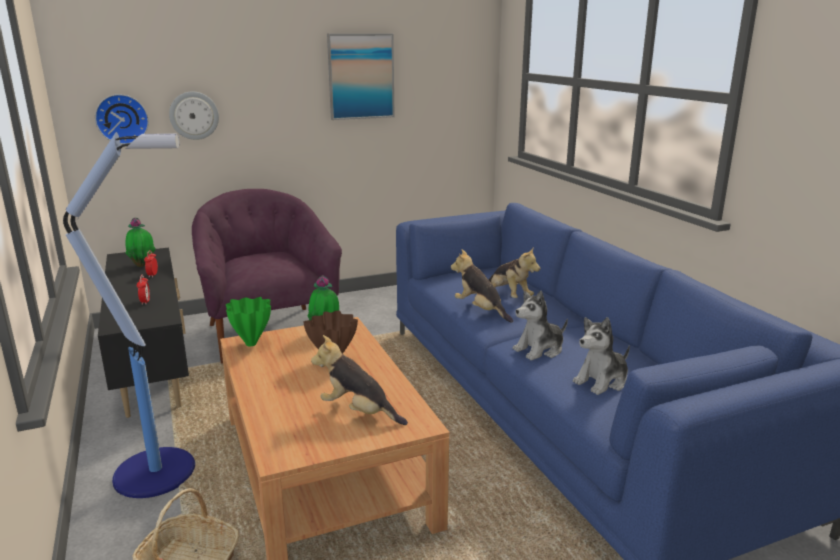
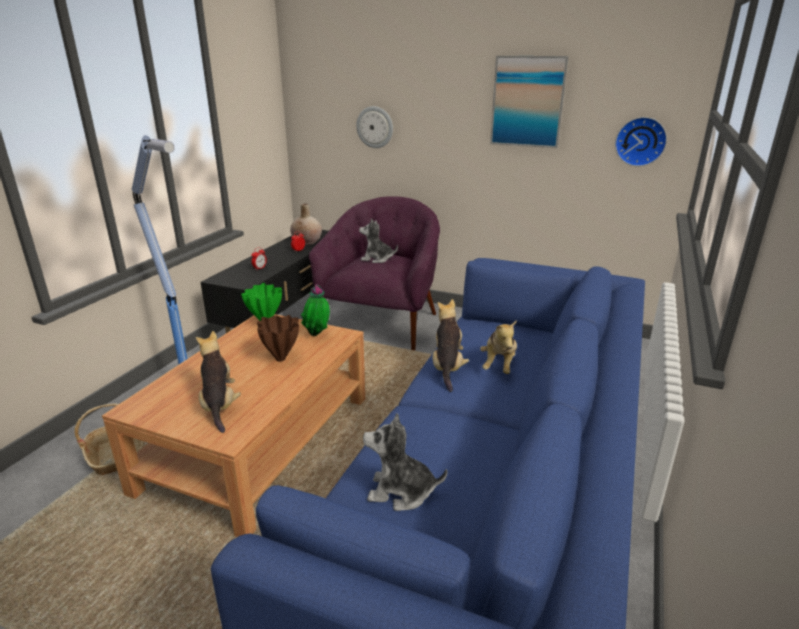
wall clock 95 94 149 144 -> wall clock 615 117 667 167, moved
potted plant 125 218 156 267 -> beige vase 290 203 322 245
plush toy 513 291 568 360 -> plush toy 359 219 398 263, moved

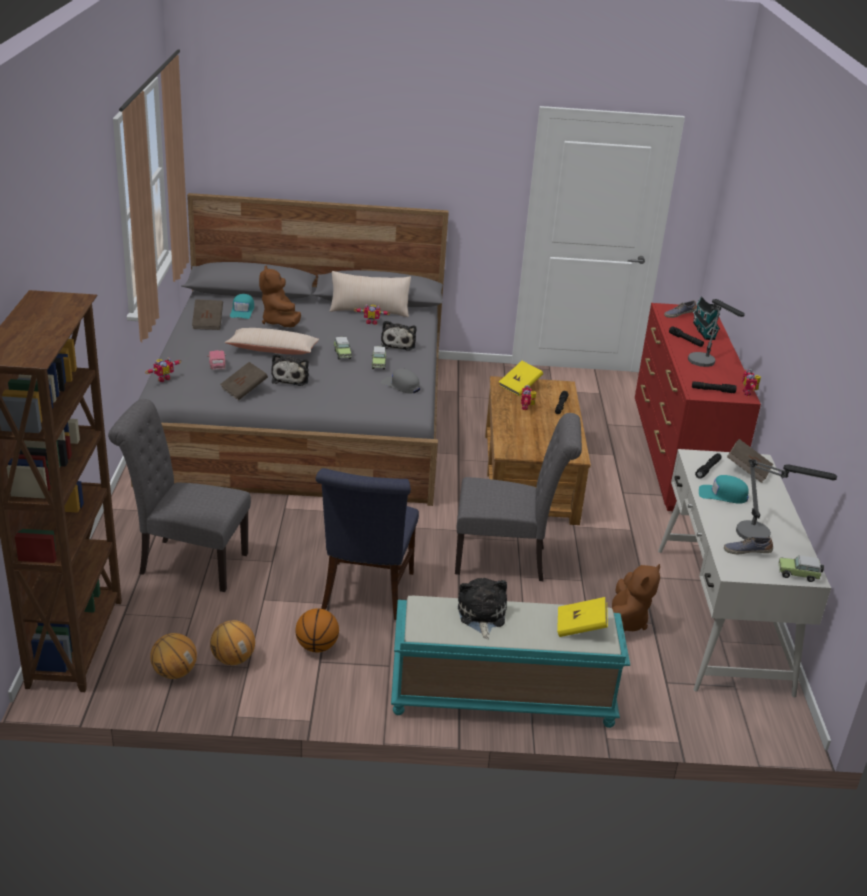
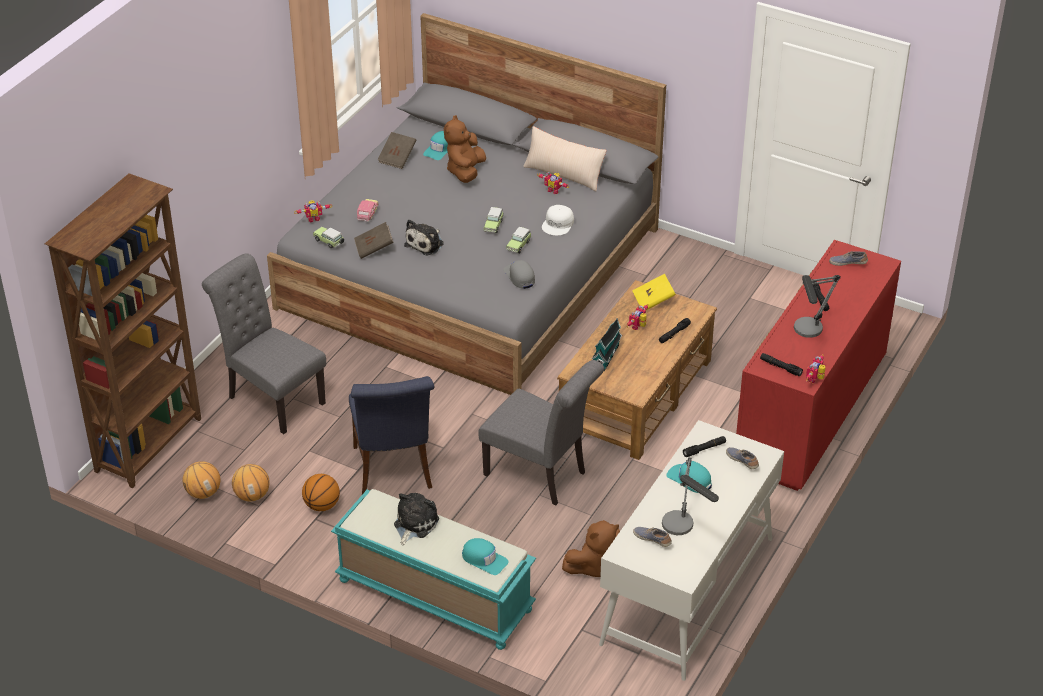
toy house 693 296 720 340 -> toy house 592 318 622 371, moved
plush toy 381 320 417 351 -> white cap 542 205 574 235
beige pillow 225 328 319 354 -> none
brown book 727 439 773 483 -> shoe 726 447 759 469
blue chair 316 468 419 620 -> blue chair 349 376 435 494, 45 degrees counterclockwise
toy car 778 555 824 582 -> toy car 313 227 344 248, moved
yellow book 557 597 608 637 -> turquoise cap 462 538 509 575

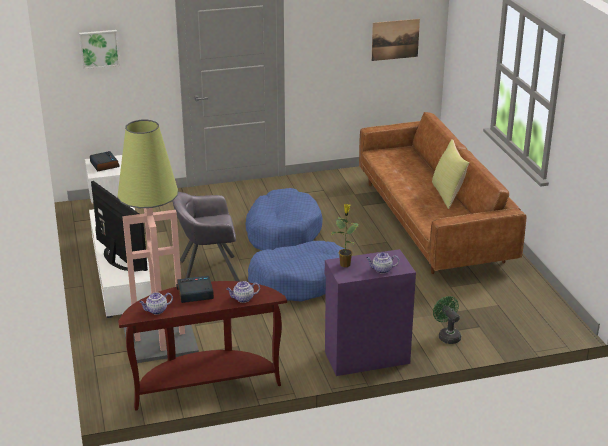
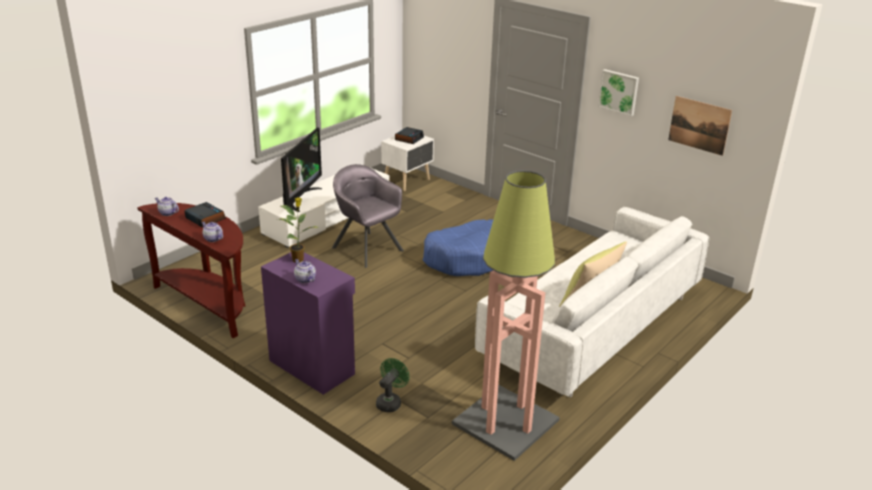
picture 79 30 120 69 -> picture 598 69 639 116, moved
brown sofa 359 112 526 274 -> white sofa 475 207 709 397
floor lamp 117 119 199 363 -> floor lamp 452 170 560 461, moved
blue dog bed 248 241 345 302 -> none

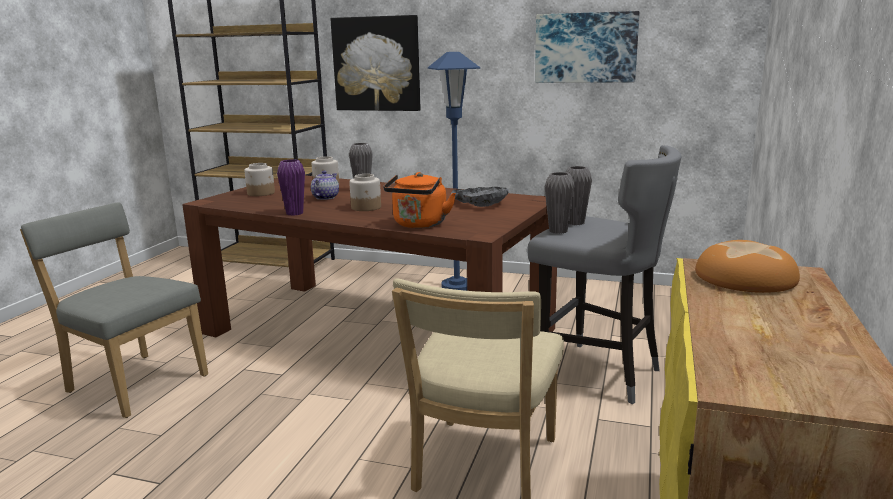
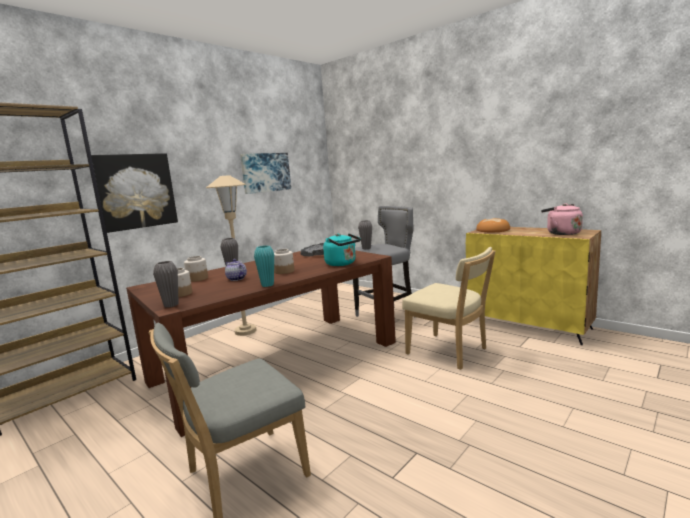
blue floor lamp 428 52 480 291 -> beige floor lamp 206 175 256 336
purple vase 277 159 305 216 -> turquoise vase 254 246 274 287
orange kettle 383 172 456 228 -> turquoise kettle 323 233 361 266
grey vase 545 172 575 234 -> grey vase 153 261 179 307, moved
none -> pink kettle 541 203 583 235

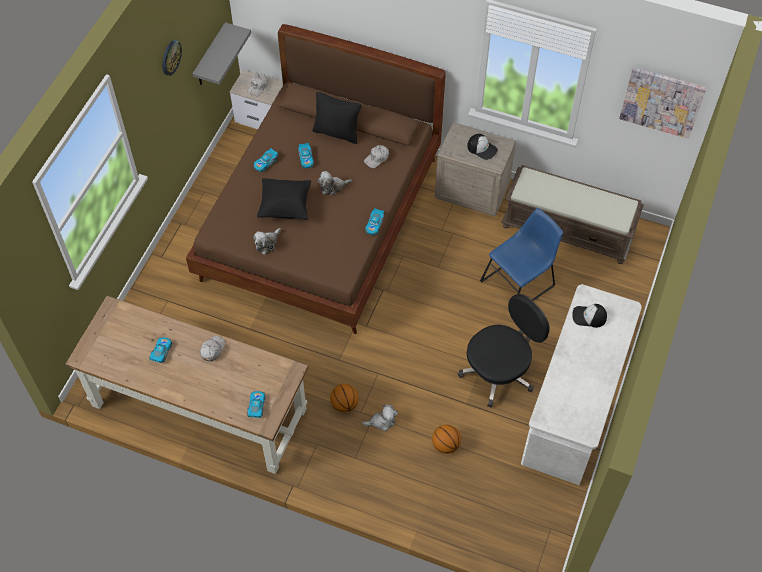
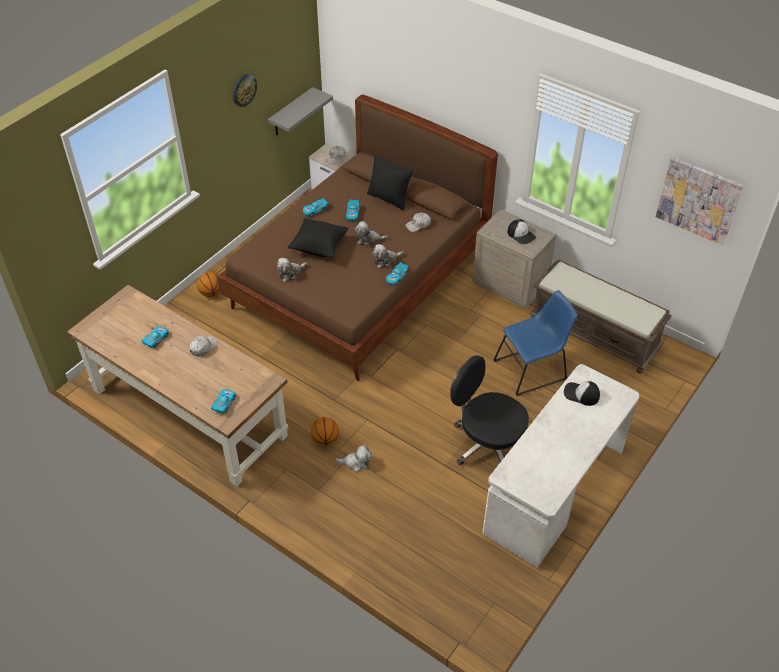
black office chair 458 294 550 408 -> black office chair 450 355 529 466, 120 degrees counterclockwise
basketball 432 425 461 454 -> basketball 197 272 220 297, moved
none -> plush toy 373 244 404 269

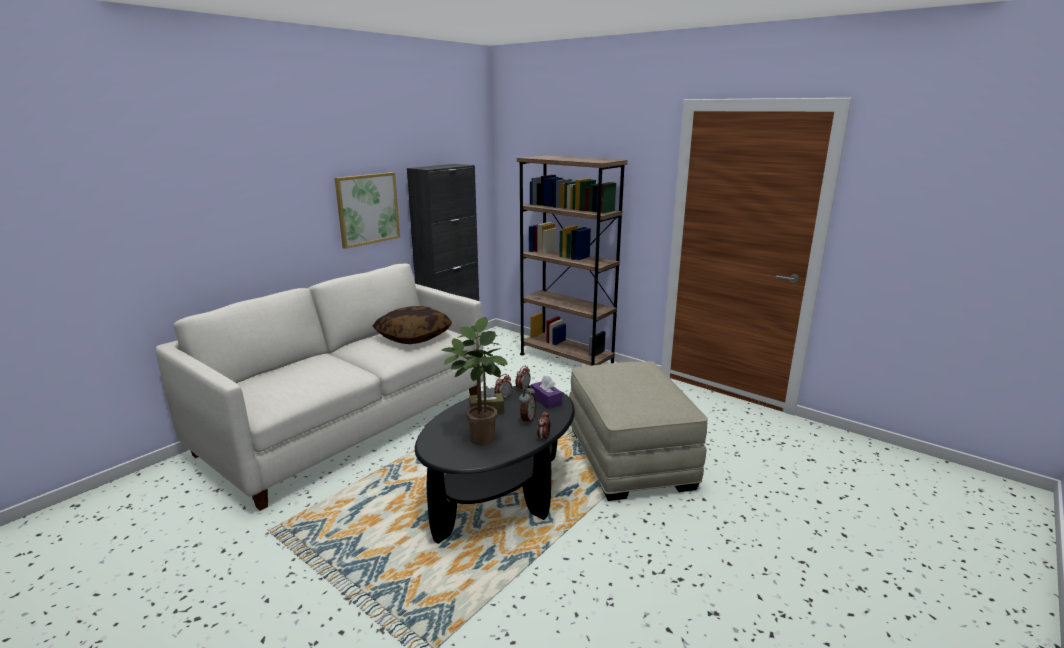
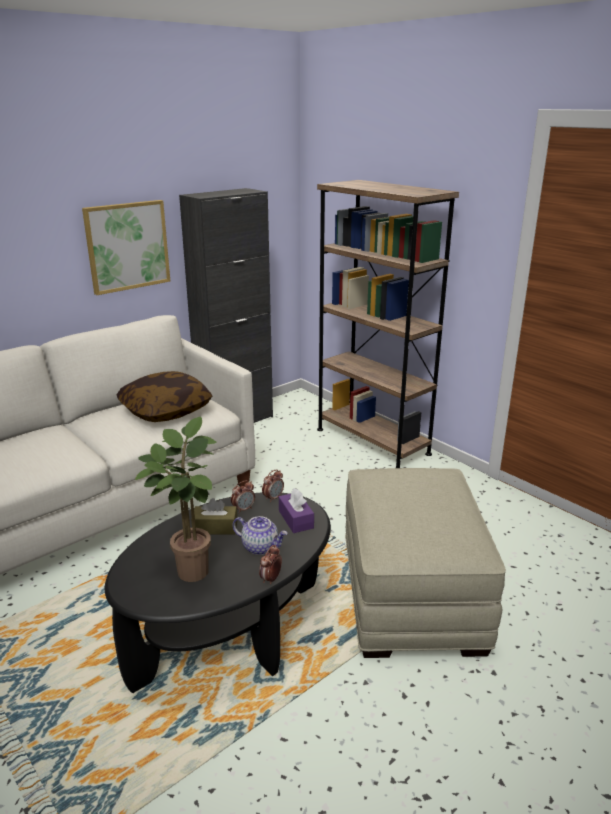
alarm clock 519 386 536 424 -> teapot 233 516 288 555

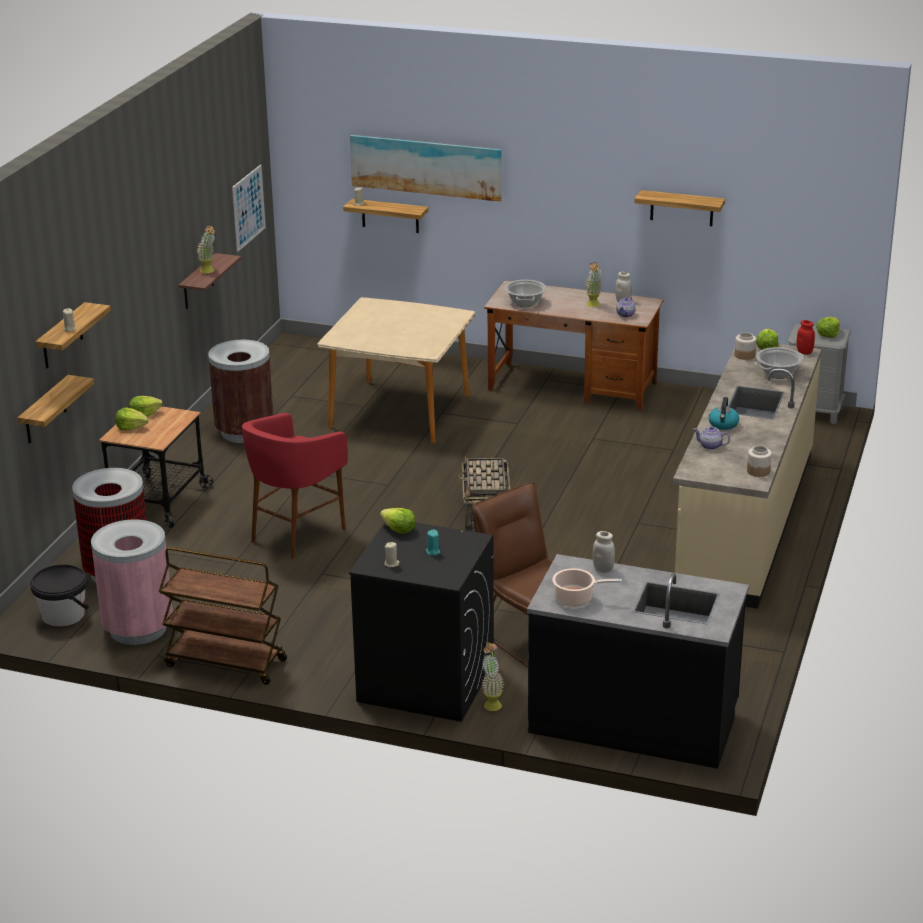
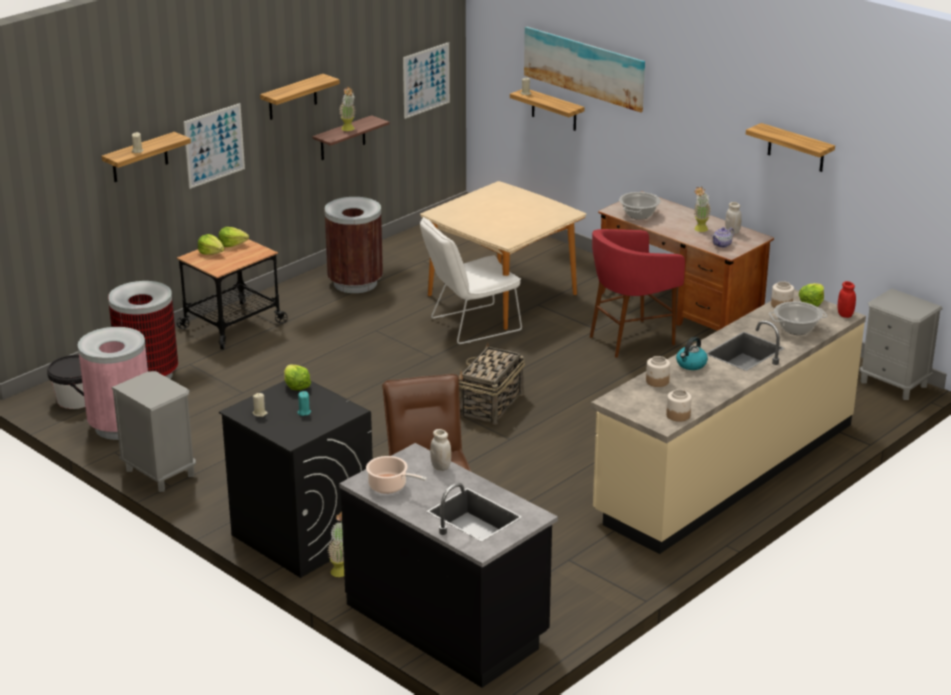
lettuce 816 317 839 338 -> none
shelf 18 375 94 444 -> shelf 260 74 340 120, moved
red stool 242 413 348 559 -> red stool 590 229 685 358, moved
teapot 693 426 730 450 -> jar 646 356 670 387
brown cart 159 547 287 685 -> grey nightstand 111 371 196 492
none -> picture 183 103 245 189
none -> white chair 420 217 522 344

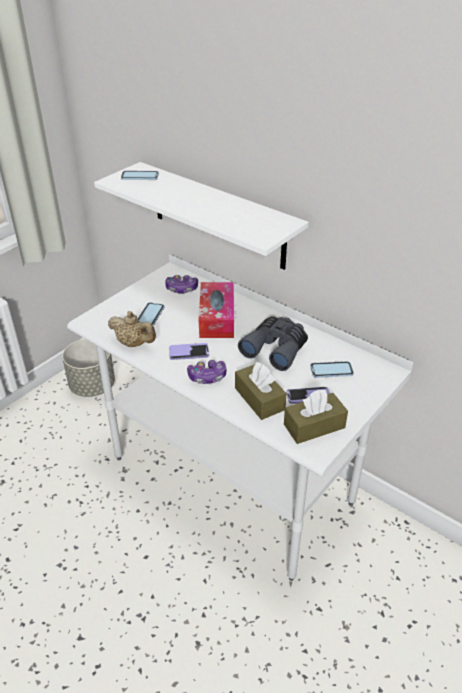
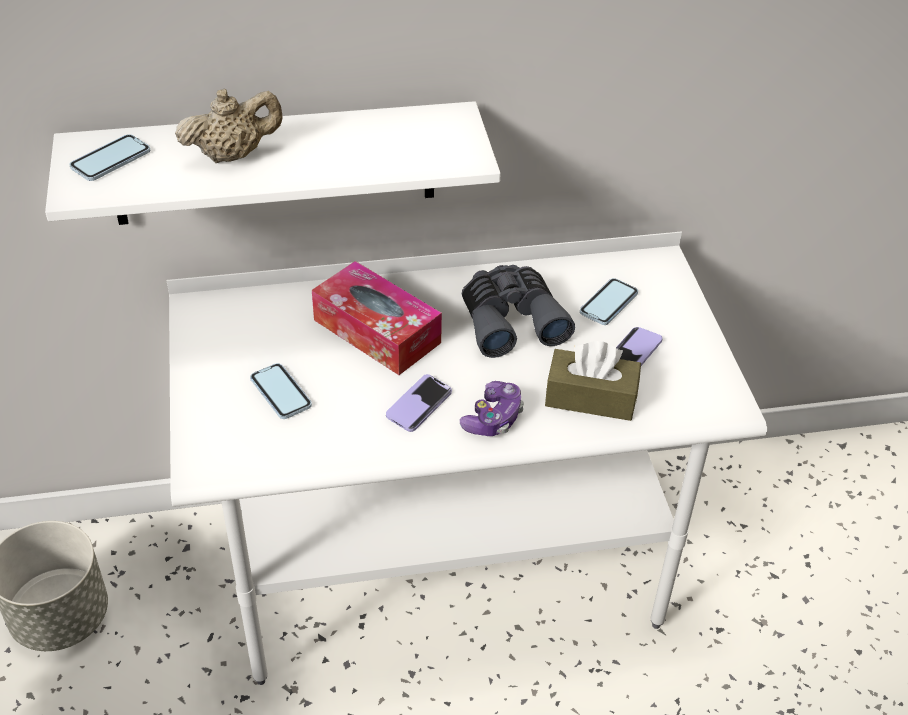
game controller 165 275 198 293 -> none
beige teapot 108 311 156 347 -> beige teapot 175 89 283 163, moved
brown tissue box 284 390 348 444 -> none

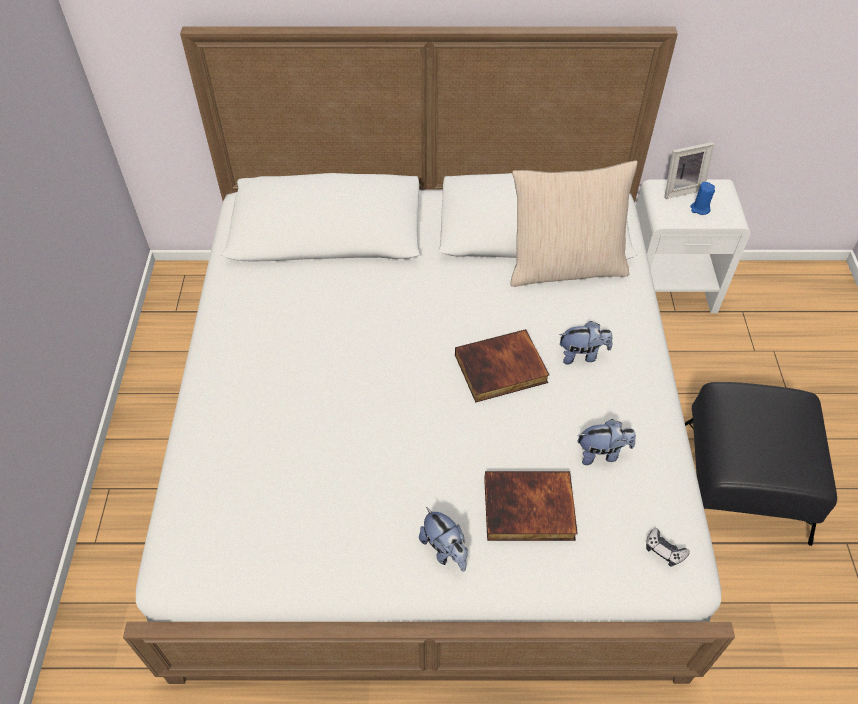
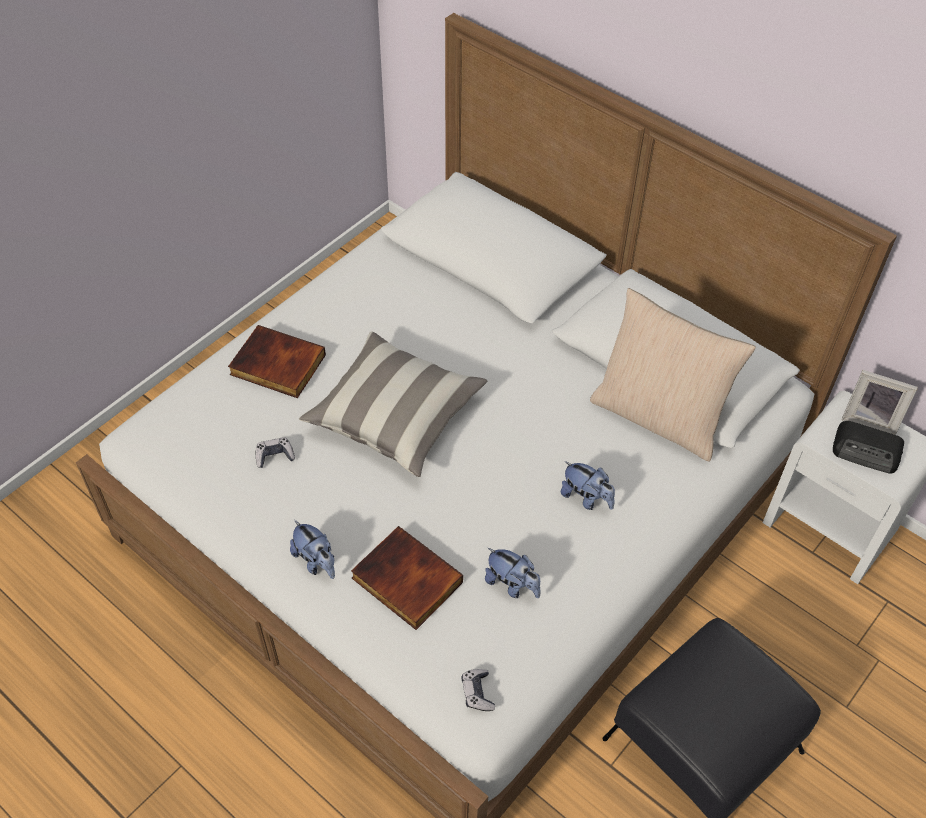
blue candle 690 182 715 215 -> radio 833 421 904 474
book 455 329 549 403 -> book 228 325 326 398, moved
plush toy 419 507 468 572 -> plush toy 290 520 335 579, 45 degrees counterclockwise
none -> pillow 299 331 487 477
none -> game controller 256 437 295 468

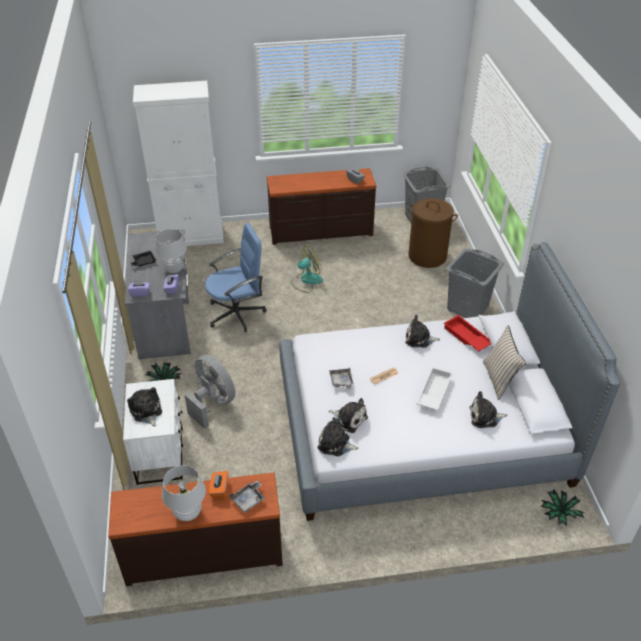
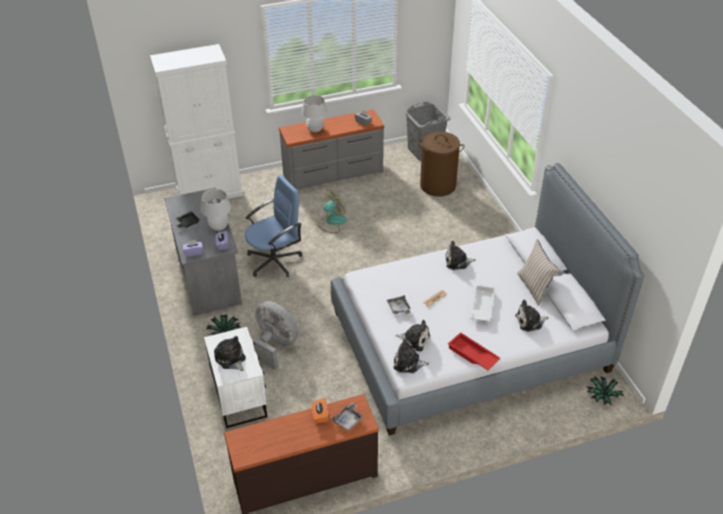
brown dresser 267 168 376 245 -> grey dresser 279 109 384 189
grey laundry basket 446 248 504 318 -> none
red tray 444 315 491 351 -> red tray 448 332 501 370, moved
white table lamp 162 465 206 521 -> white table lamp 302 95 327 132, moved

